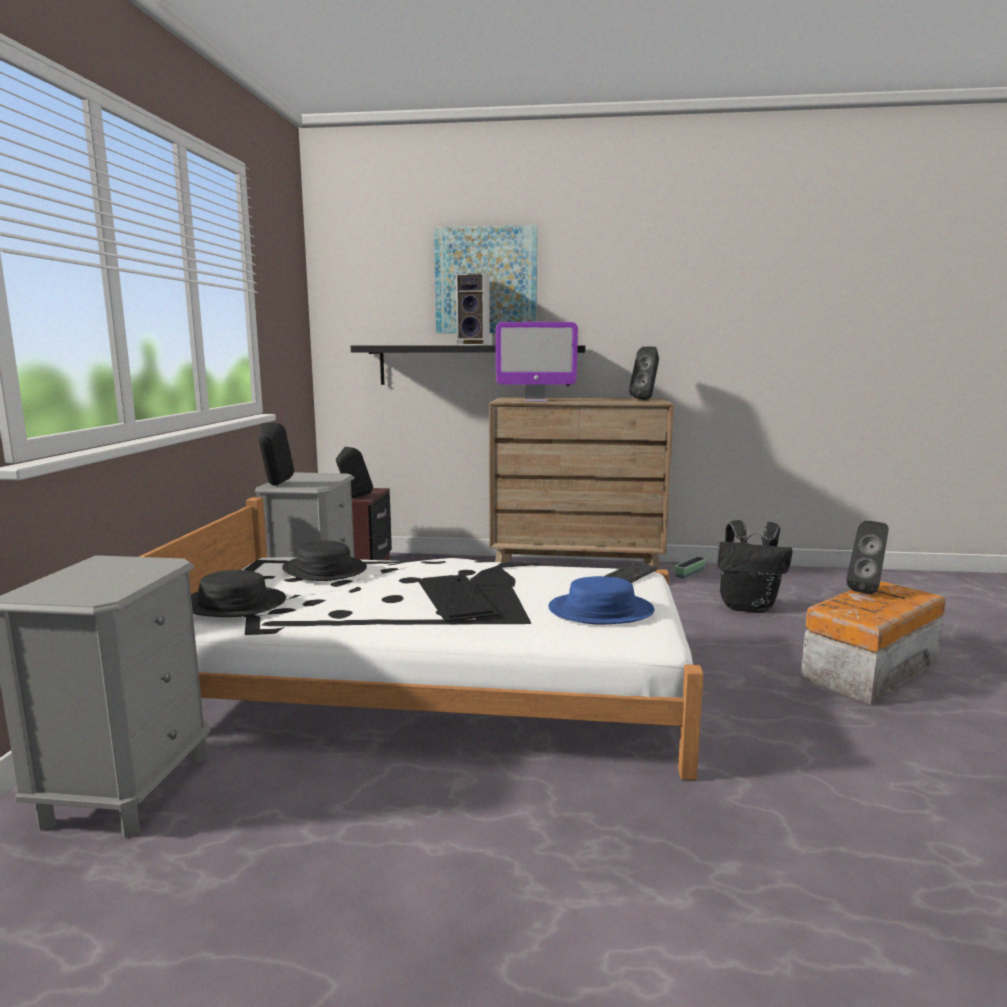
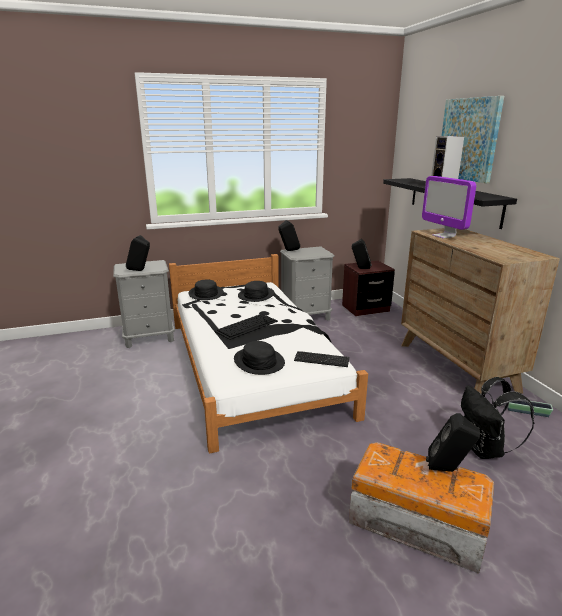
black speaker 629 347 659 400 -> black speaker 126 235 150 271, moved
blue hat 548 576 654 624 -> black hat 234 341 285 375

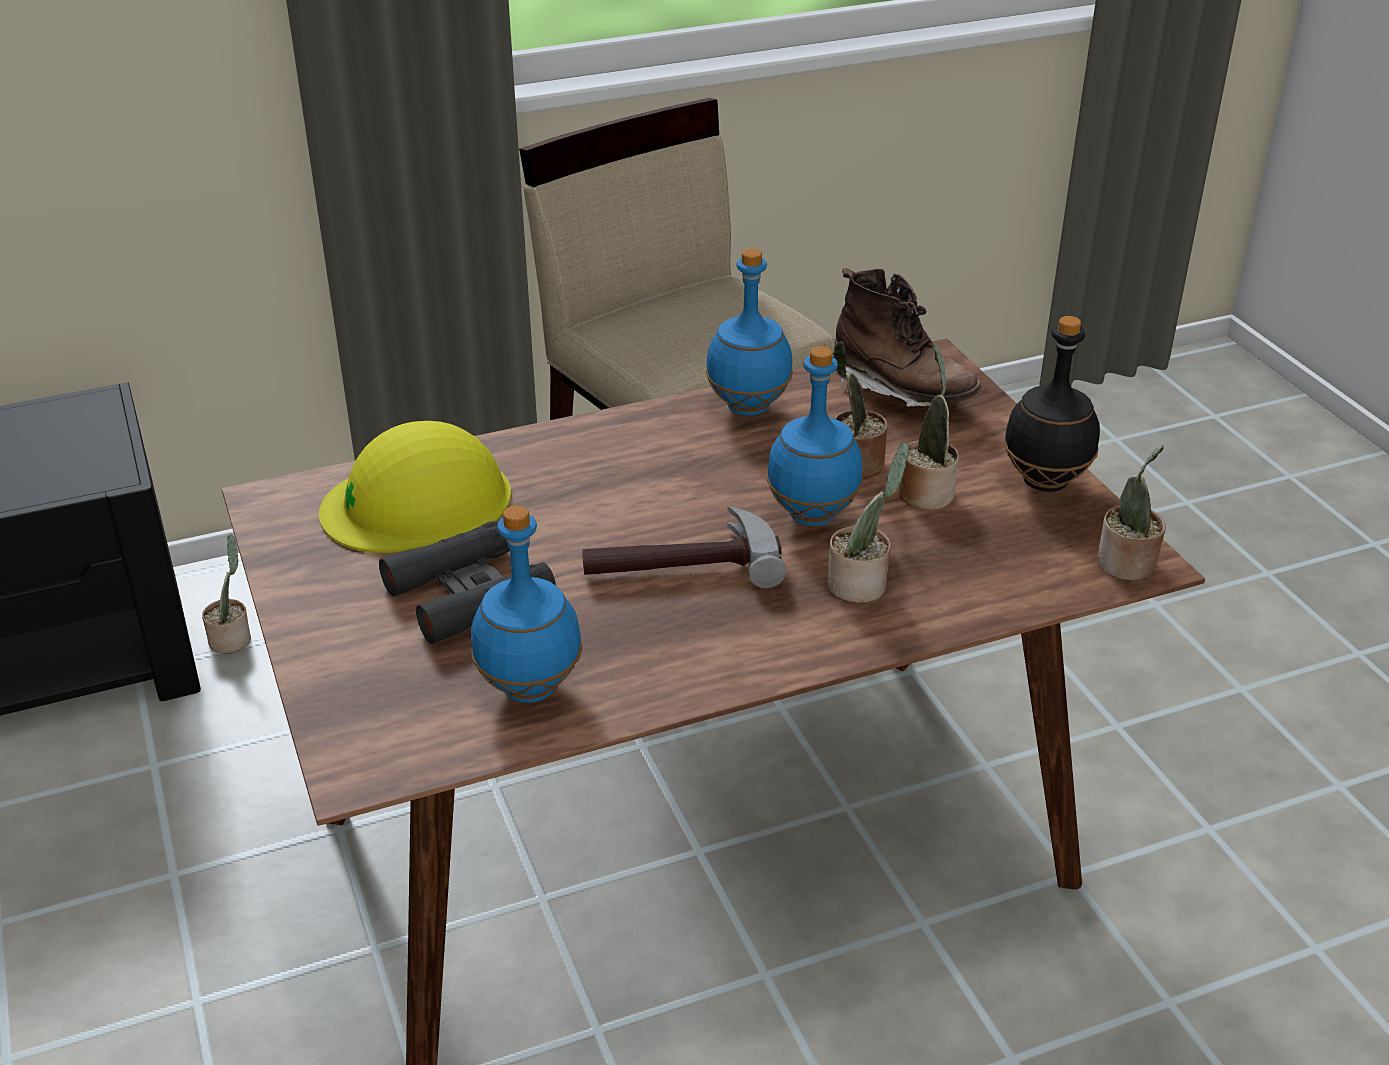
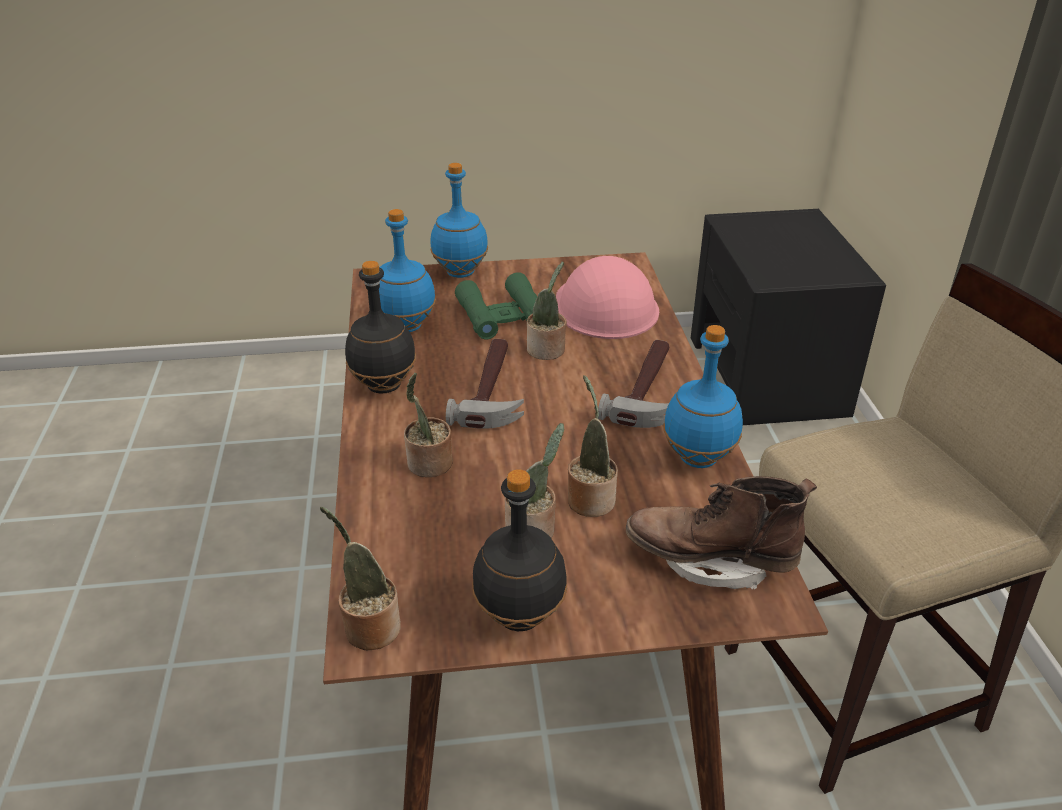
brown boot 835 268 981 407 -> brown boot 626 476 817 590, 45 degrees clockwise
blue bottle 767 346 863 526 -> blue bottle 430 163 488 278, moved
yellow hard hat 319 421 511 553 -> pink hard hat 556 256 659 339
black binoculars 379 520 556 644 -> green binoculars 455 272 537 339
potted plant 202 534 251 654 -> potted plant 527 261 567 360, moved
none -> black bottle 345 261 416 393
none -> hammer 598 340 669 428

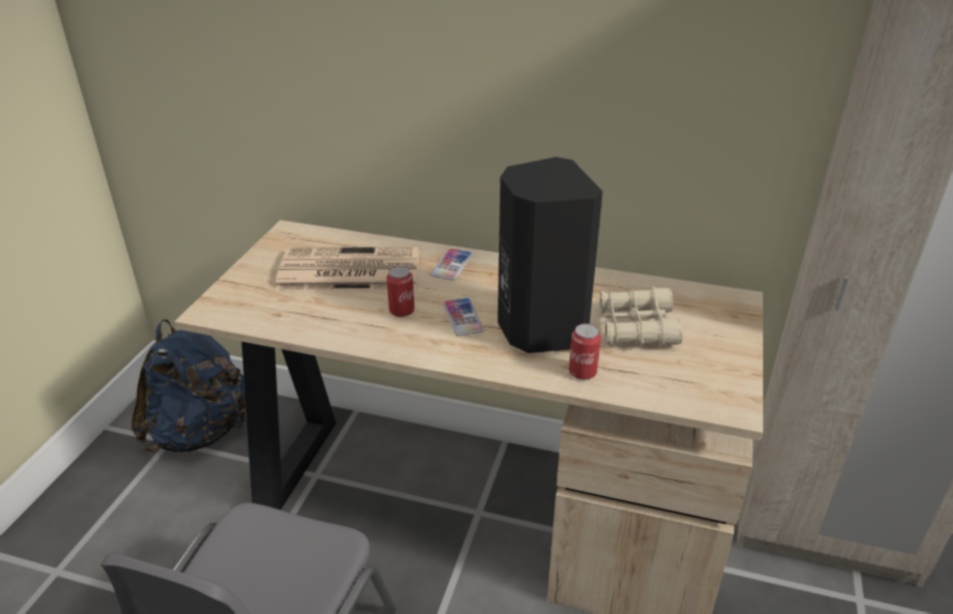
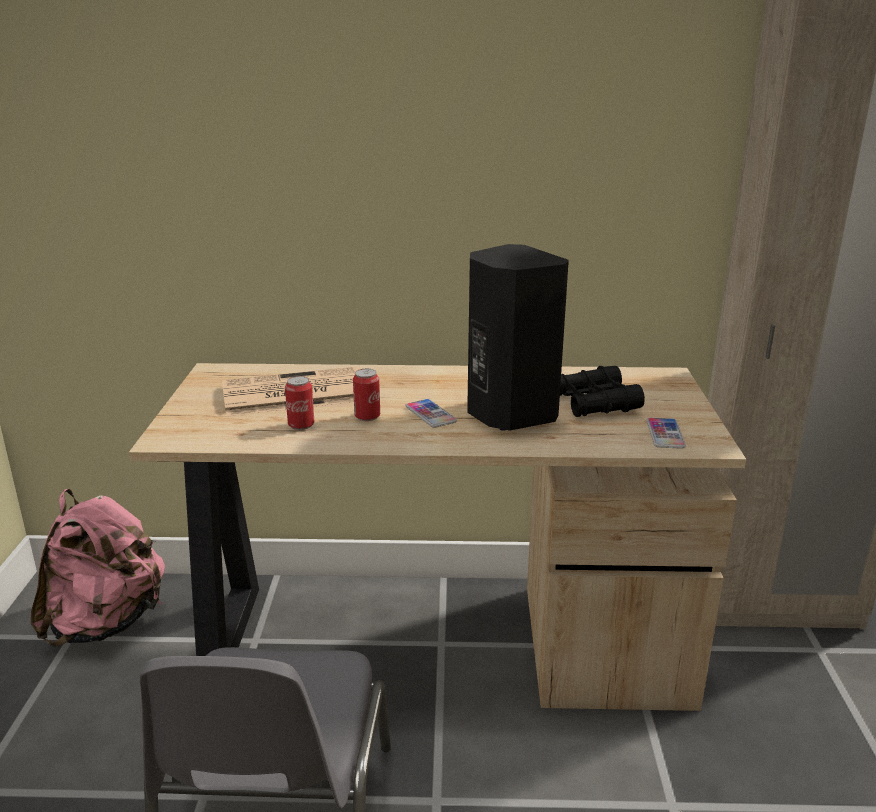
phone 430 248 473 280 -> phone 647 418 686 449, moved
beige binoculars 600 287 683 347 -> black binoculars 560 366 645 417
blue backpack 131 319 246 452 -> pink backpack 31 489 165 647
can 569 324 601 380 -> can 285 376 314 430, moved

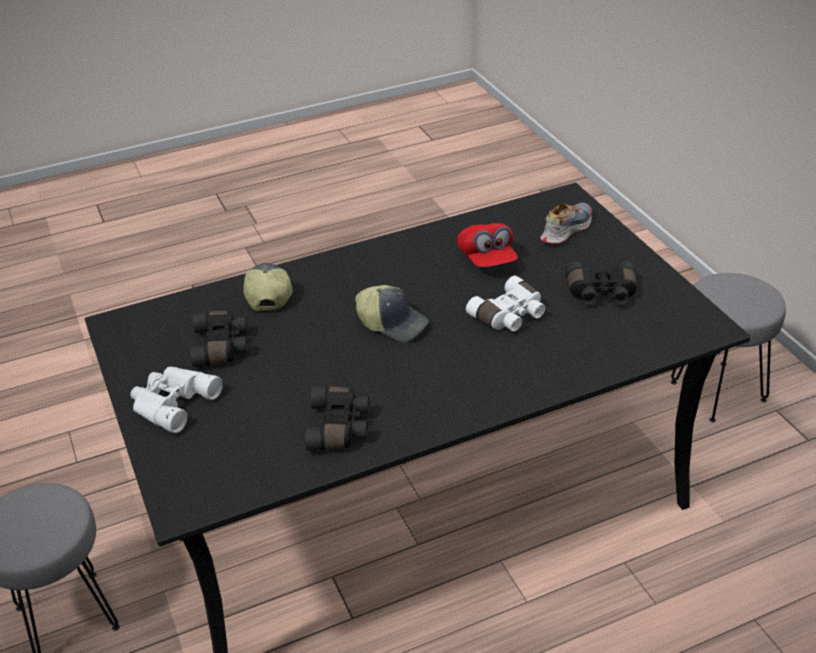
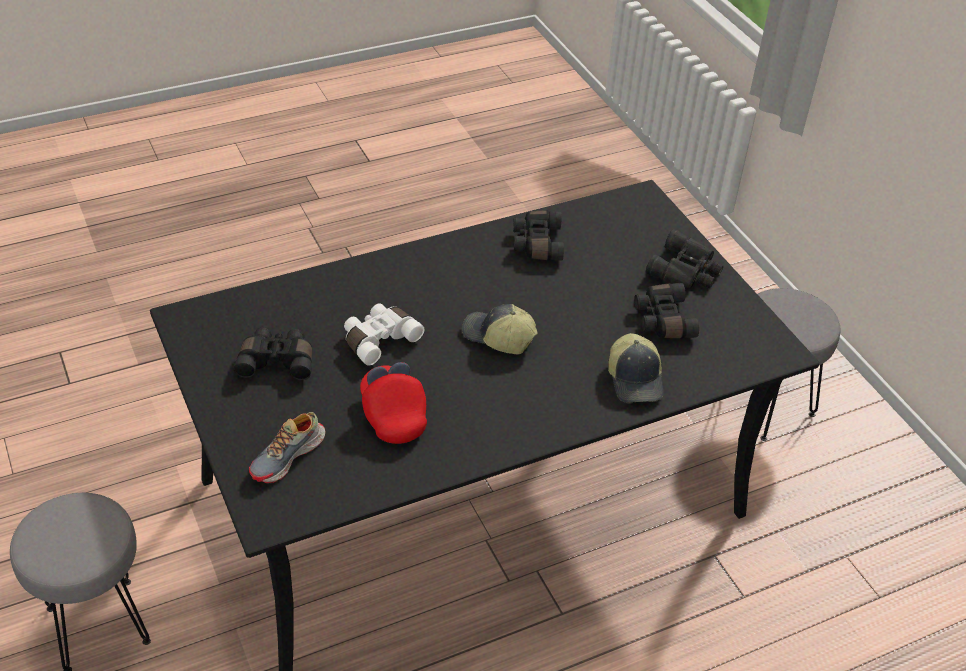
white binoculars 130 366 223 433 -> black binoculars 646 229 723 288

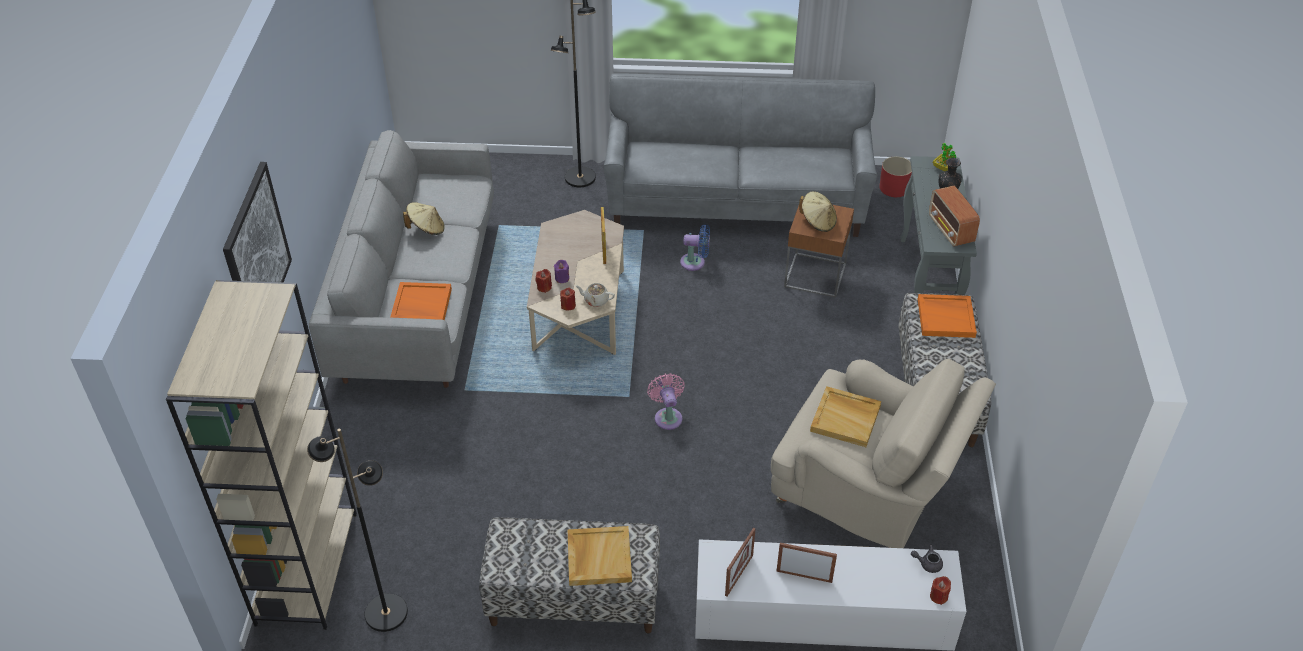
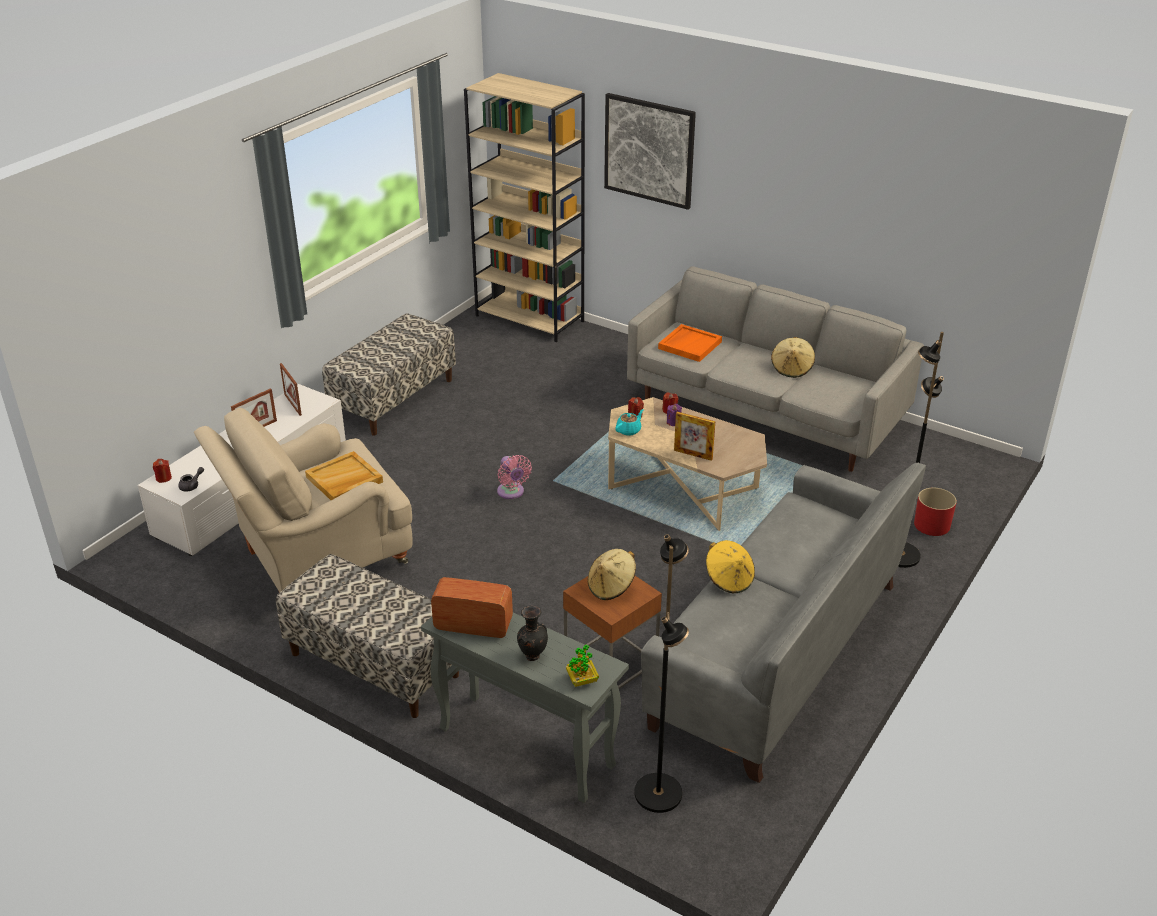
red planter 879 156 912 197 -> red planter 914 488 957 536, moved
blue fan 680 224 710 271 -> none
beige teapot 576 283 615 307 -> turquoise teapot 615 409 644 436
orange tray 918 294 977 338 -> none
pink fan 647 373 685 430 -> pink fan 497 455 532 499, 45 degrees clockwise
black floor lamp 307 429 408 632 -> black floor lamp 634 534 689 813, moved
beige tray 568 526 632 586 -> none
none -> yellow hat 706 540 755 594

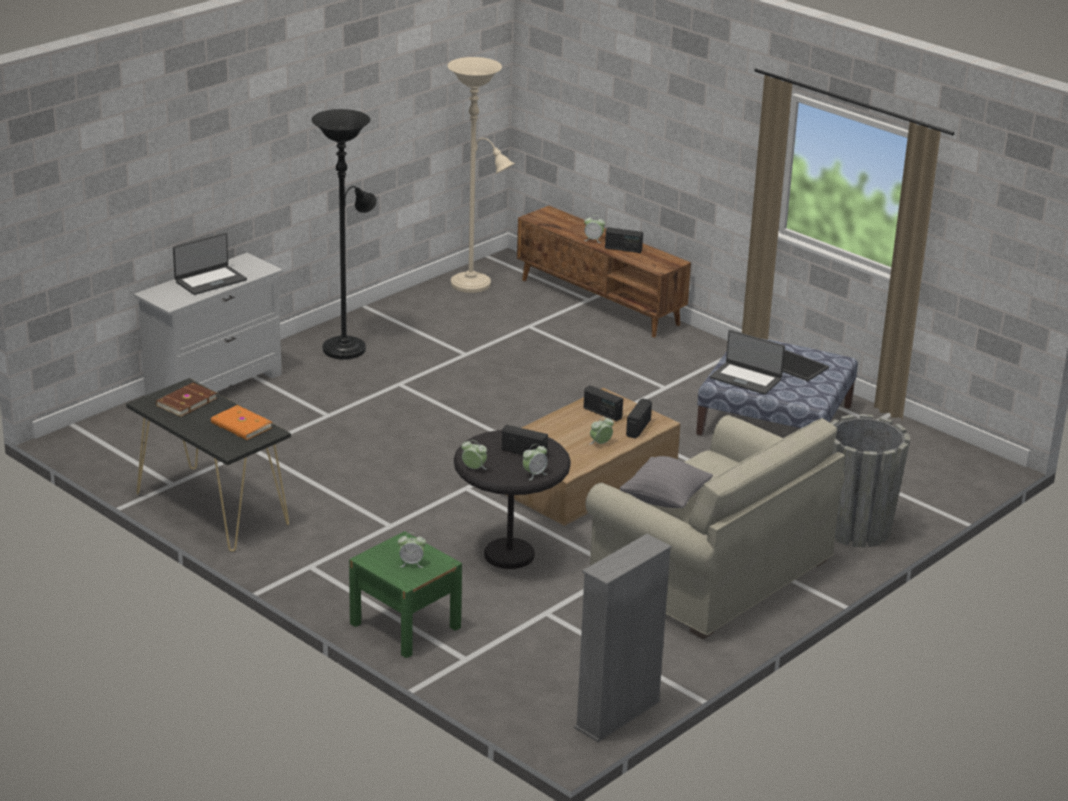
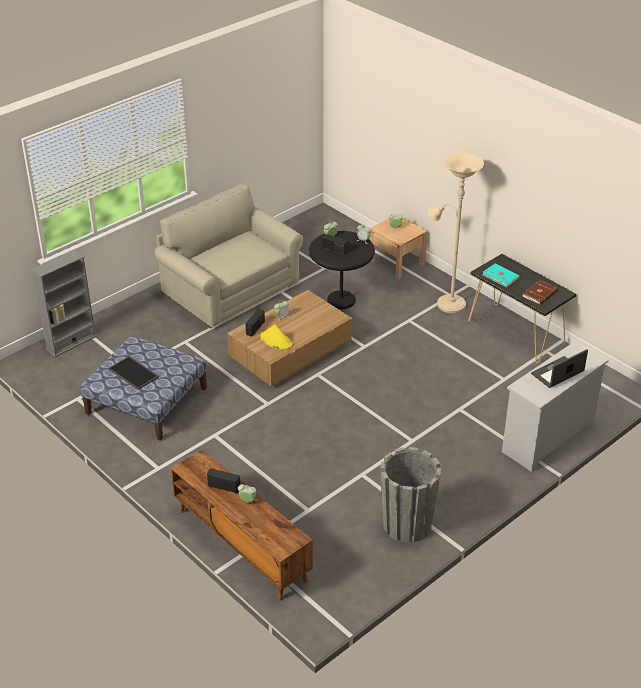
beige floor lamp 447 57 515 293 -> beige floor lamp 428 152 484 313, moved
black floor lamp 312 109 377 359 -> none
laptop 710 330 785 394 -> none
radio 584 385 623 421 -> yellow hat 260 324 292 350
orange book 211 405 272 440 -> turquoise book 483 263 520 287
grey planter 830 414 910 547 -> grey planter 380 447 441 543, moved
grey pillow 620 456 713 508 -> none
green nightstand 349 531 462 658 -> beige nightstand 369 218 427 279
grey bookcase 574 534 672 742 -> grey bookcase 31 249 97 357, moved

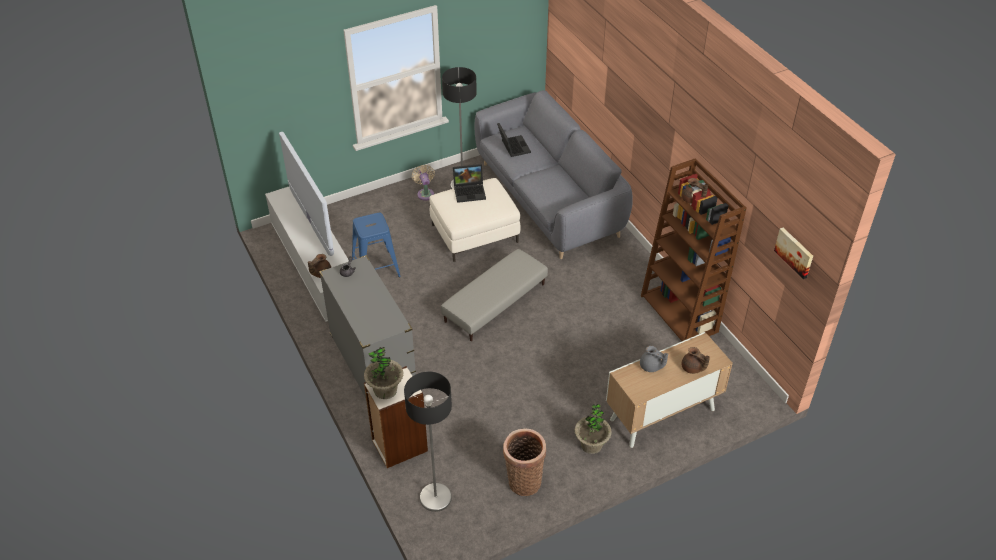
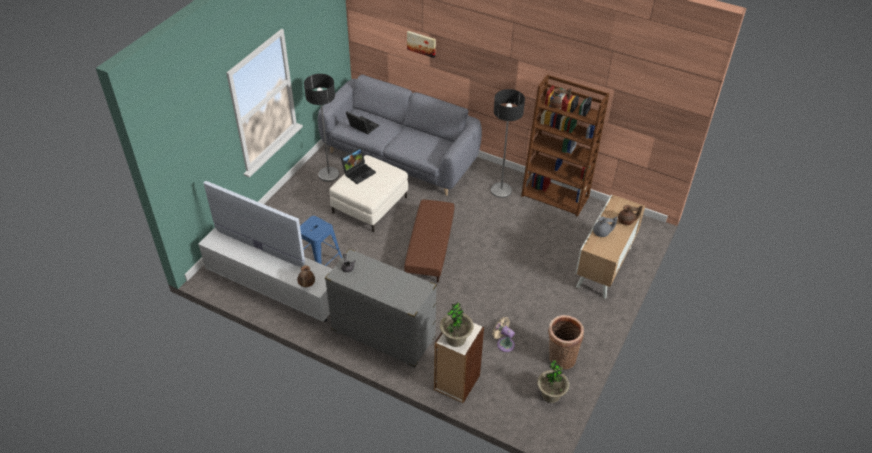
beige fan 412 165 435 200 -> beige fan 492 317 515 352, moved
picture 774 228 813 279 -> picture 407 31 436 58, moved
grey ottoman 441 249 548 341 -> brown ottoman 404 200 454 283
floor lamp 404 371 452 512 -> floor lamp 491 89 525 198, moved
potted plant 575 404 612 454 -> potted plant 537 360 569 403, moved

